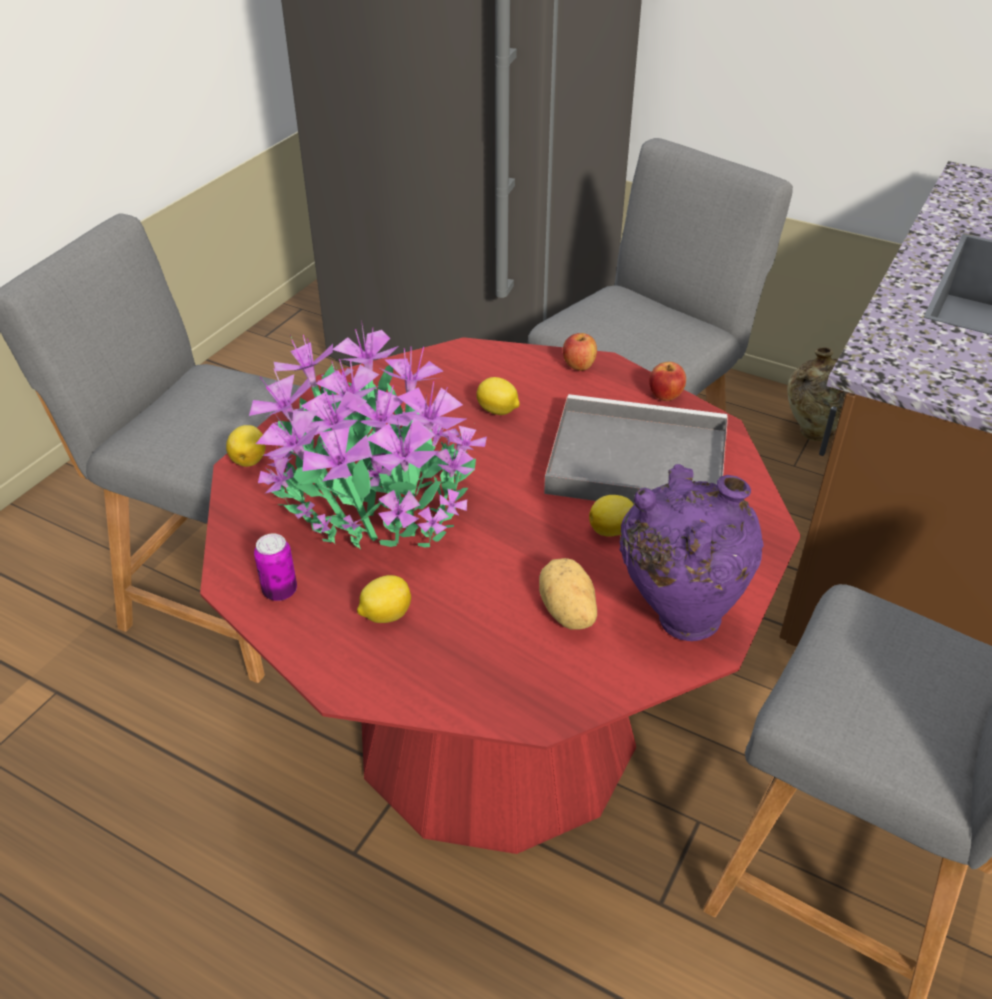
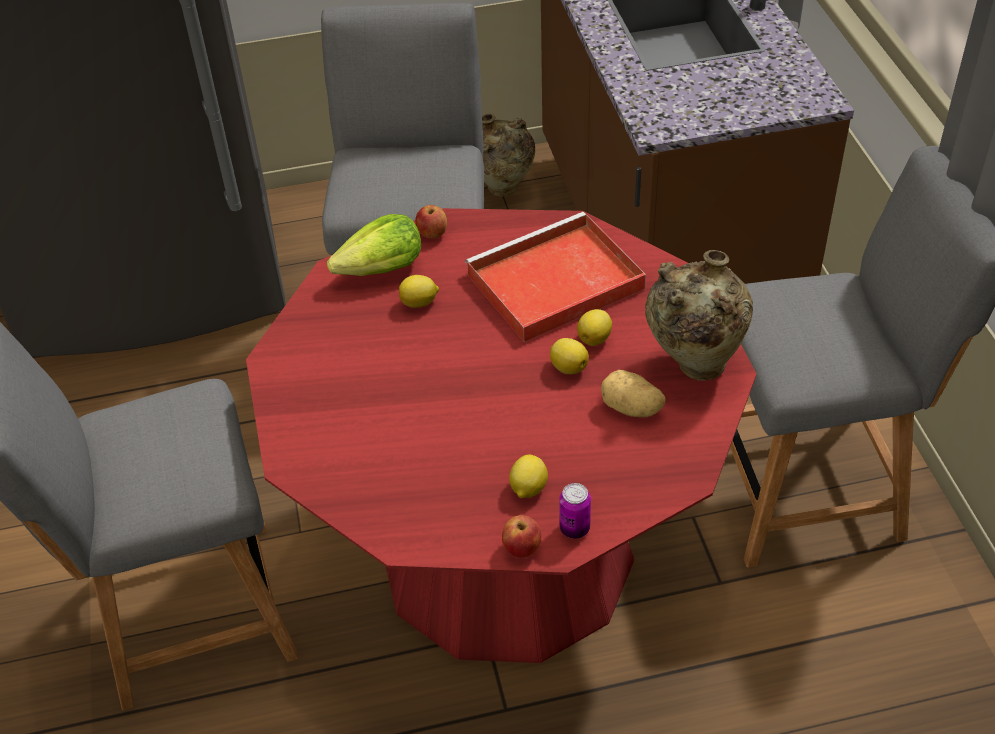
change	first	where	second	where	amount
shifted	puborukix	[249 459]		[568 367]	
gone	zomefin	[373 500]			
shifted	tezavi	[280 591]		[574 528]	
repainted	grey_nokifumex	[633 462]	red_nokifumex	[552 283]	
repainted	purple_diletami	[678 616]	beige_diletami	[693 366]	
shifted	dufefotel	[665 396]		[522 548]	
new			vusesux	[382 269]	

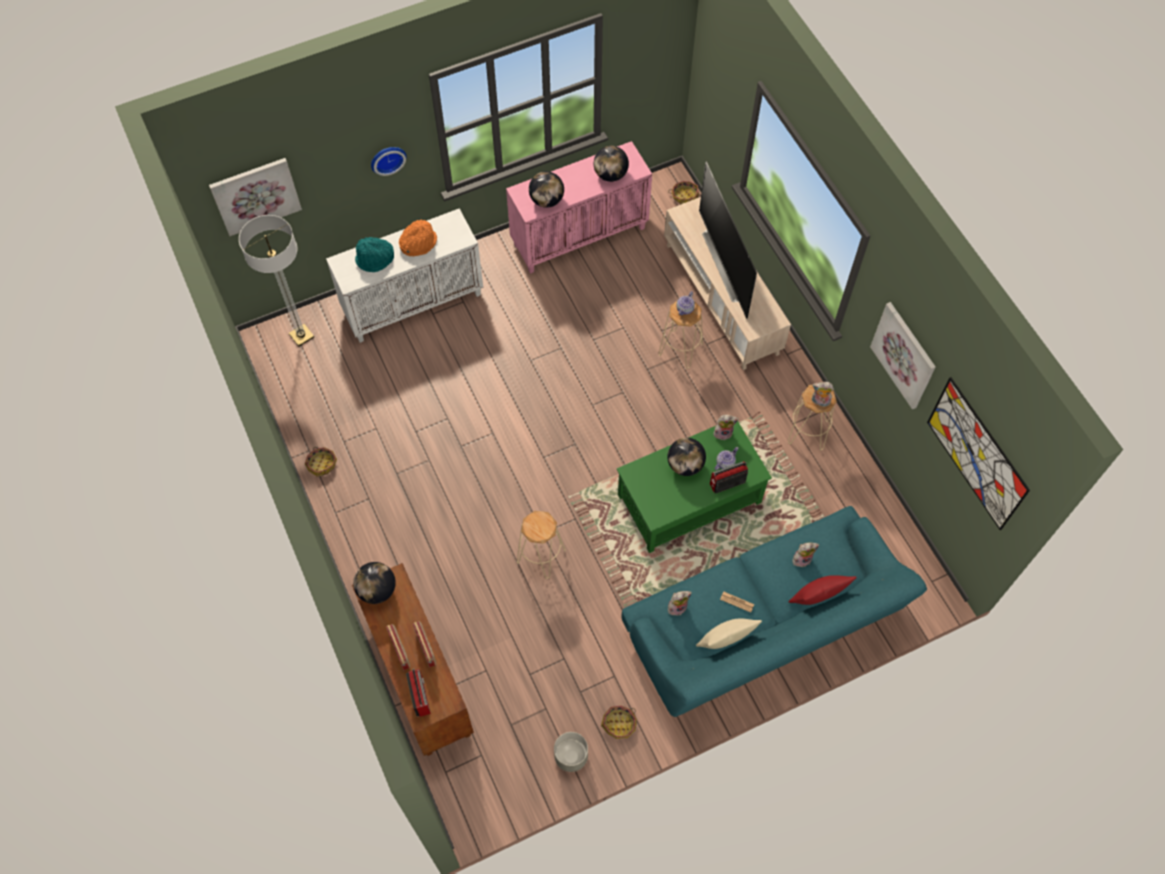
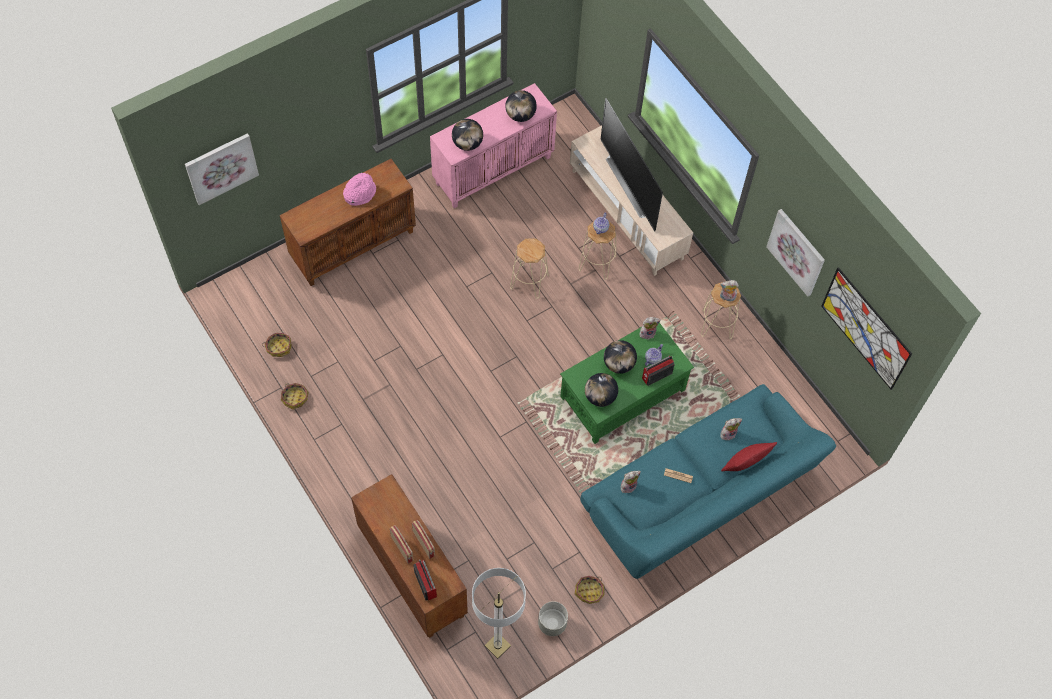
change	first	where	second	where	amount
shifted	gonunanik	[301 335]		[497 646]	
repainted	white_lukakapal	[413 302]	brown_lukakapal	[353 245]	
shifted	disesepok	[377 590]		[600 397]	
gone	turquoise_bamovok	[375 259]			
gone	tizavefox	[387 158]			
repainted	orange_bamovok	[418 243]	pink_bamovok	[359 193]	
shifted	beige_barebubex	[540 556]		[529 282]	
shifted	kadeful	[684 196]		[279 347]	
gone	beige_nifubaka	[725 641]			

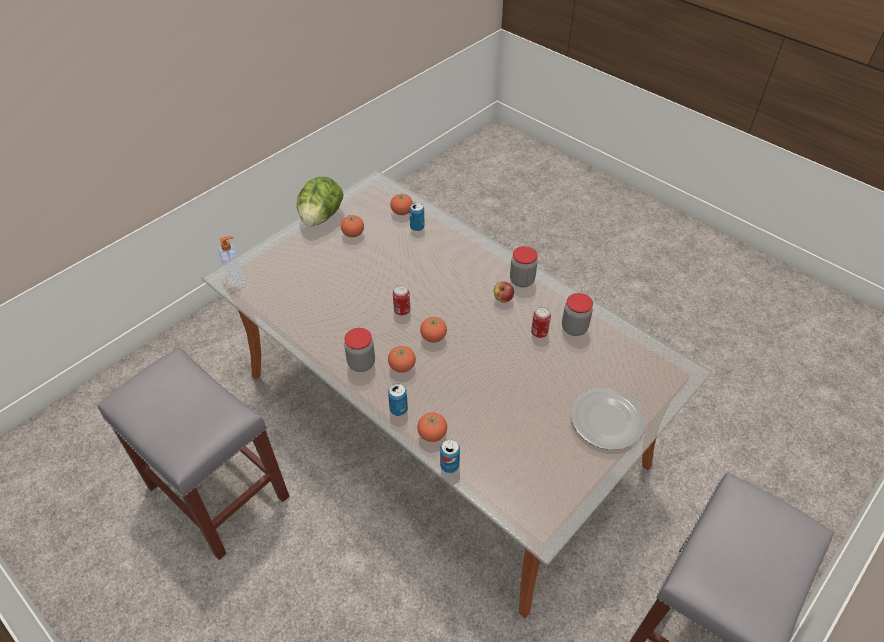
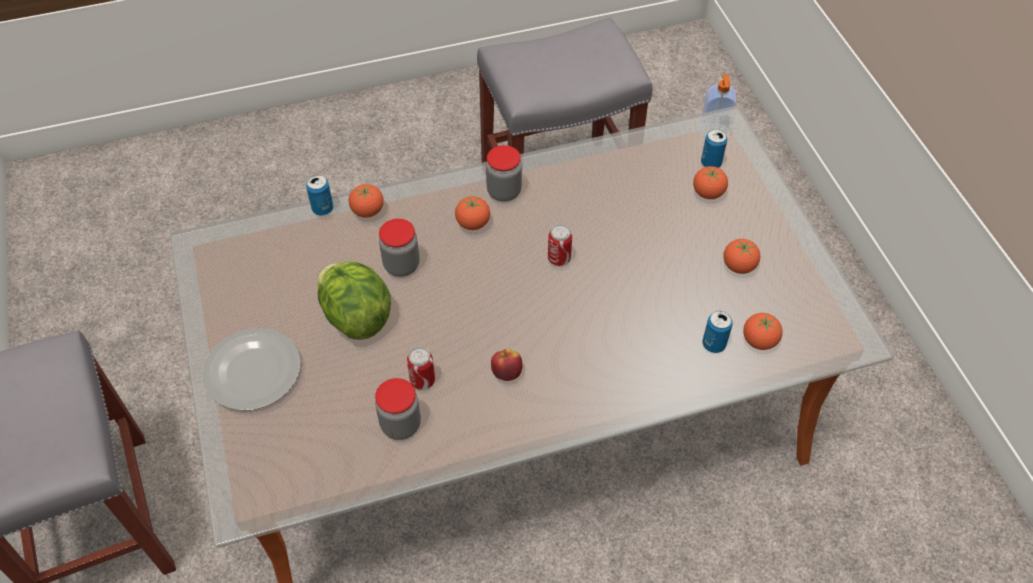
change	first	where	second	where	amount
shifted	vusesux	[321 217]		[355 316]	
shifted	tezavi	[398 409]		[711 163]	
shifted	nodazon	[433 337]		[708 193]	
shifted	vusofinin	[522 280]		[401 265]	

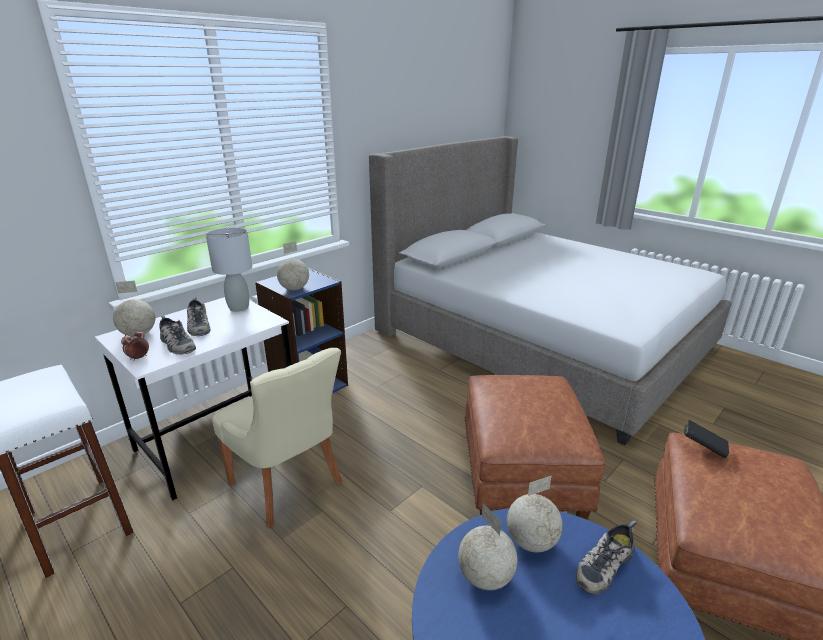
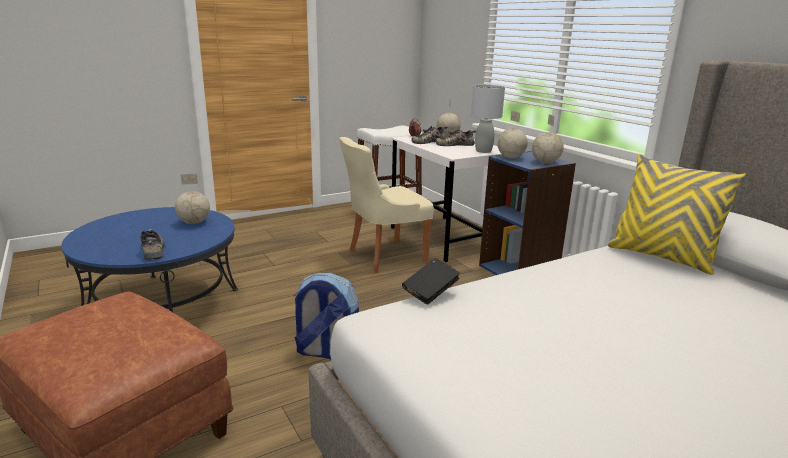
change	first	where	second	where	amount
swapped	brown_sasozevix	[522 476]	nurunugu	[326 352]	
shifted	disesepok	[530 541]		[545 162]	
shifted	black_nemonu	[703 447]		[430 292]	
new			yellow_nifubaka	[661 257]	

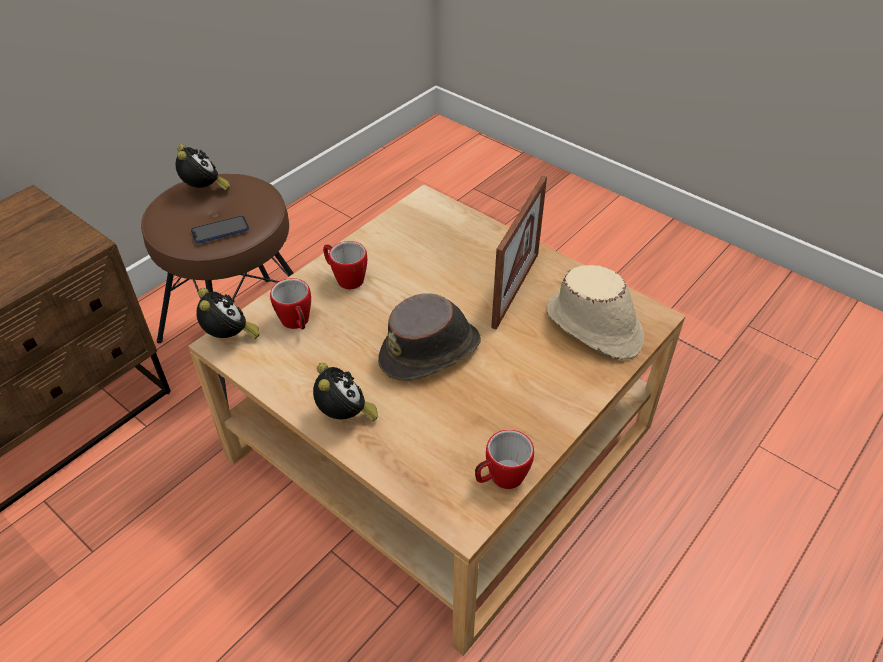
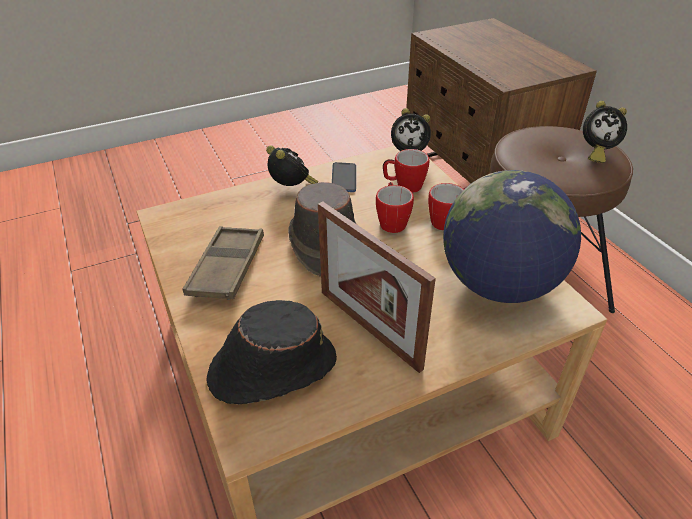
change	first	where	second	where	amount
shifted	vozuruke	[220 231]		[344 178]	
rotated	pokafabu	[345 416]		[292 189]	135 degrees counterclockwise
shifted	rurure	[500 478]		[392 221]	
repainted	beige_bamovok	[594 328]	black_bamovok	[271 369]	
new			brown_nokifumex	[227 268]	
new			disesepok	[499 285]	

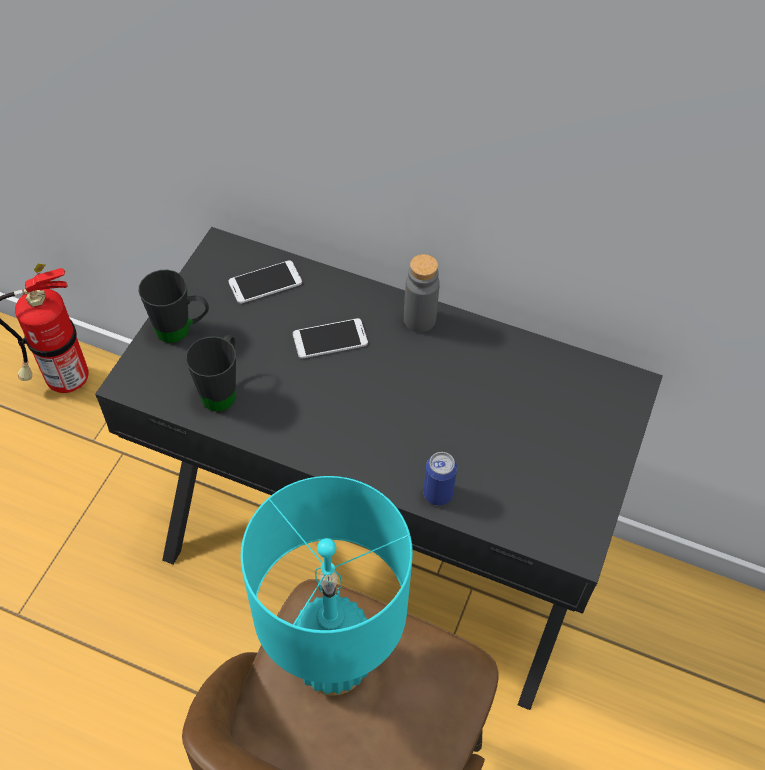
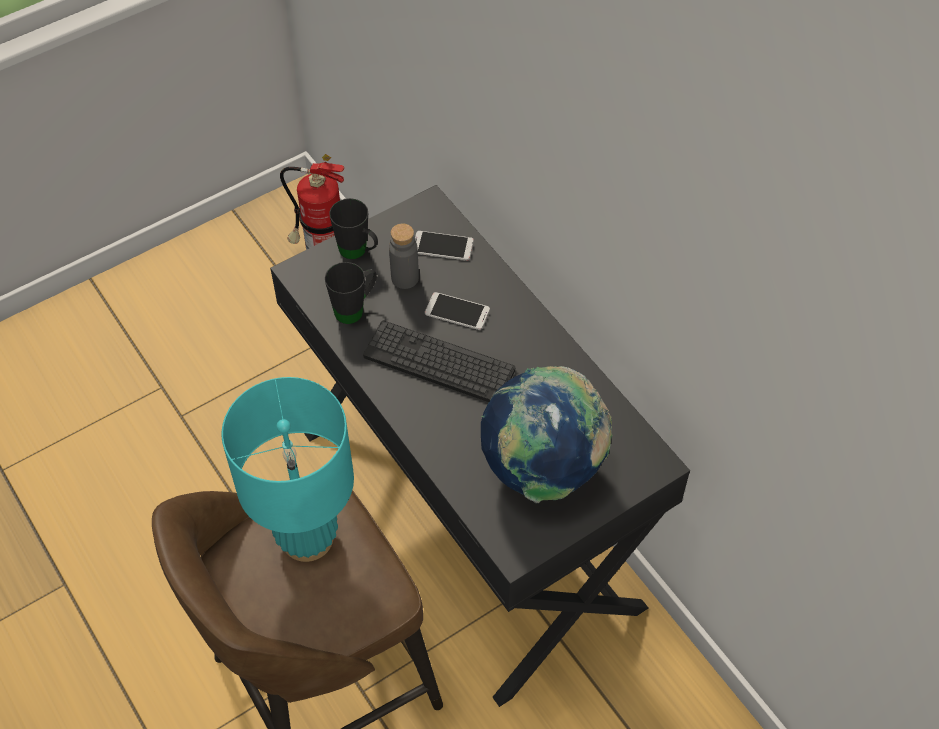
change	first	where	second	where	amount
shifted	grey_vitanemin	[419 319]		[405 278]	
gone	tezavi	[438 494]			
new			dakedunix	[439 363]	
new			disesepok	[543 468]	

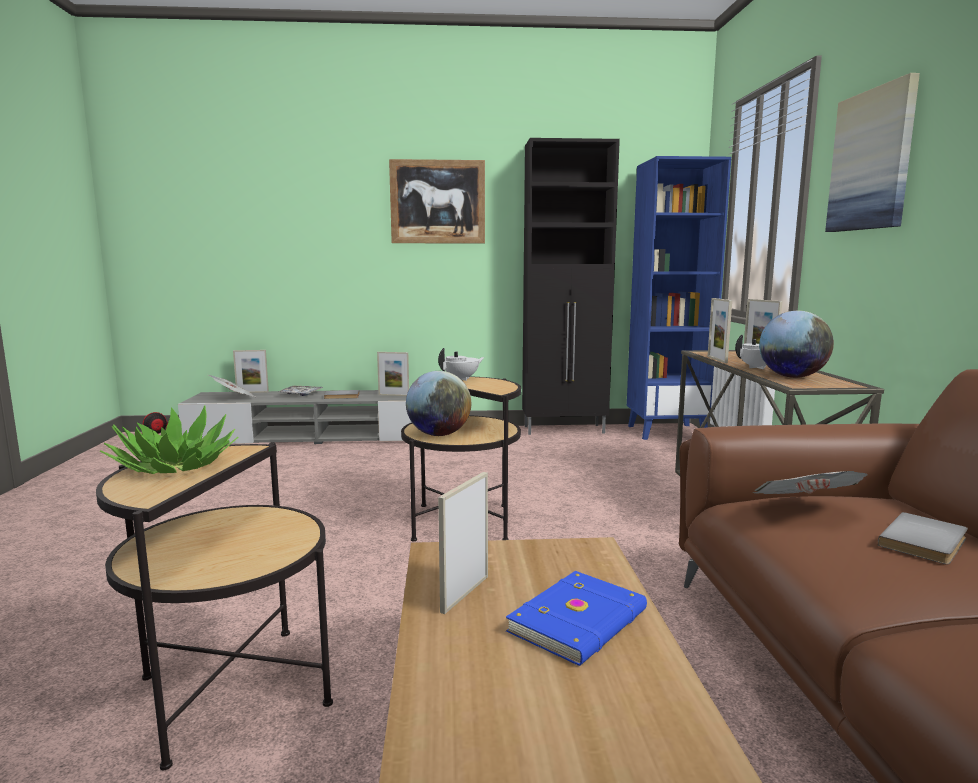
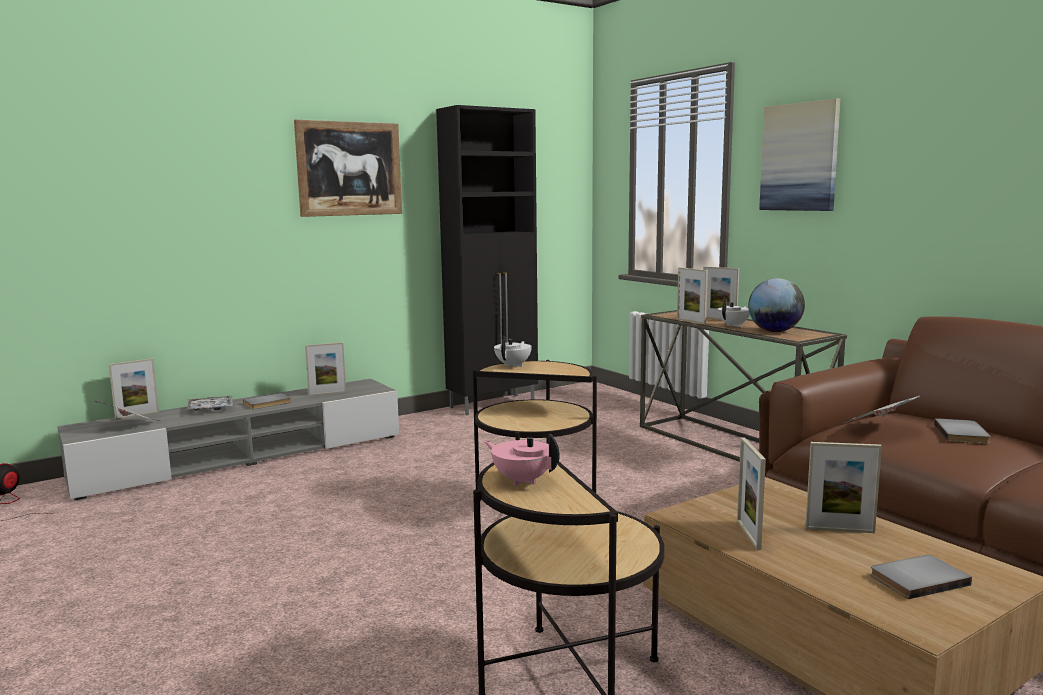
change	first	where	second	where	amount
swapped	zomefin	[175 465]	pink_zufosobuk	[522 480]	
gone	disesepok	[439 434]			
swapped	blue_nemonu	[580 621]	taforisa	[839 530]	
gone	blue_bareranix	[667 432]			
new			grey_nemonu	[916 579]	

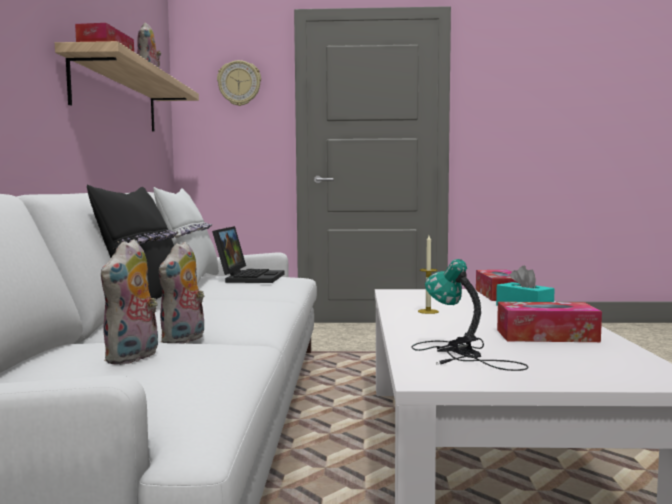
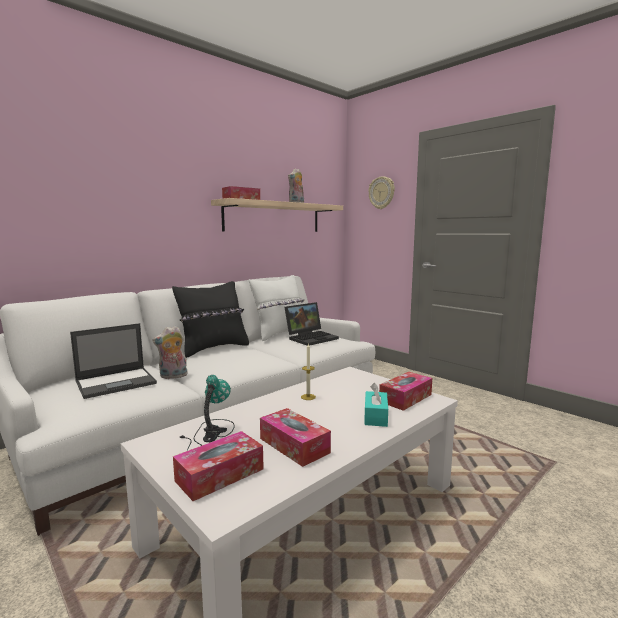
change	first	where	second	where	amount
swapped	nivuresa	[133 357]	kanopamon	[117 382]	
new			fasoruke	[220 475]	

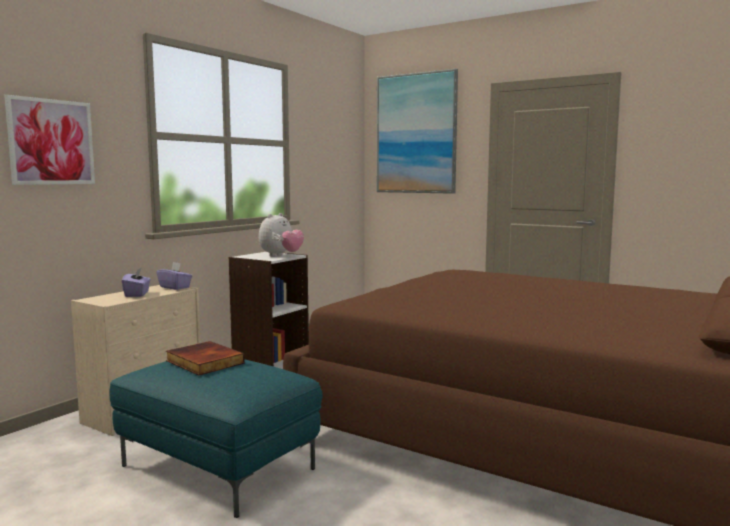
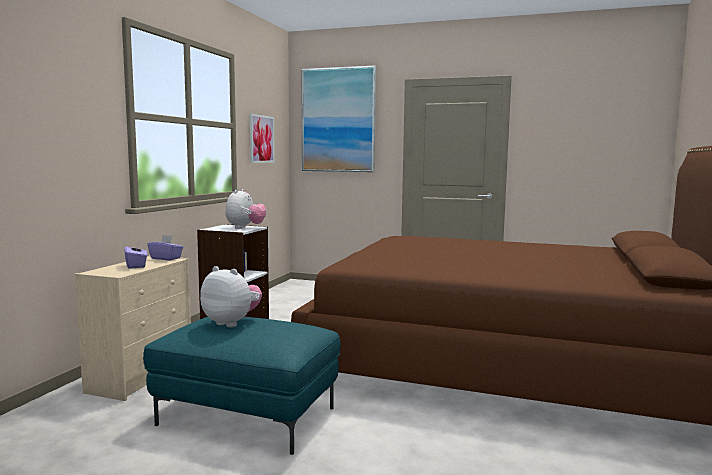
change	first	where	second	where	amount
shifted	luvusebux	[51 142]		[261 139]	
swapped	nemonu	[203 362]	nivuresa	[232 323]	

